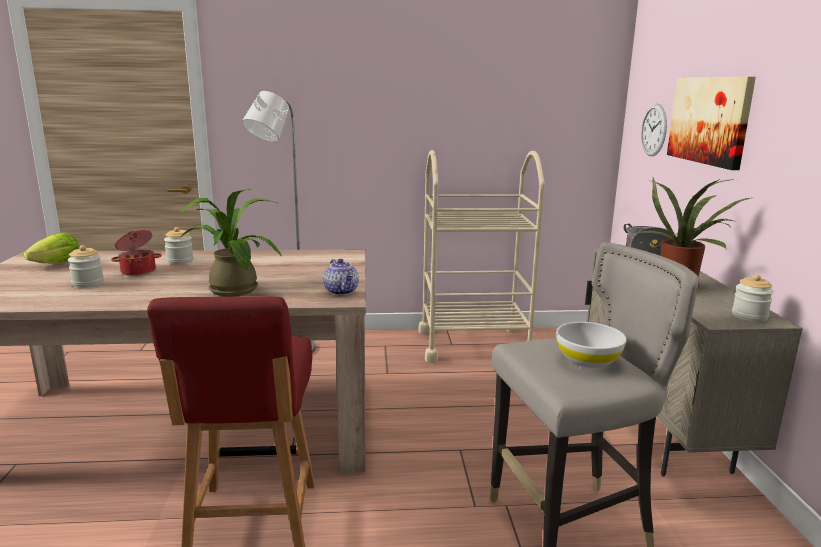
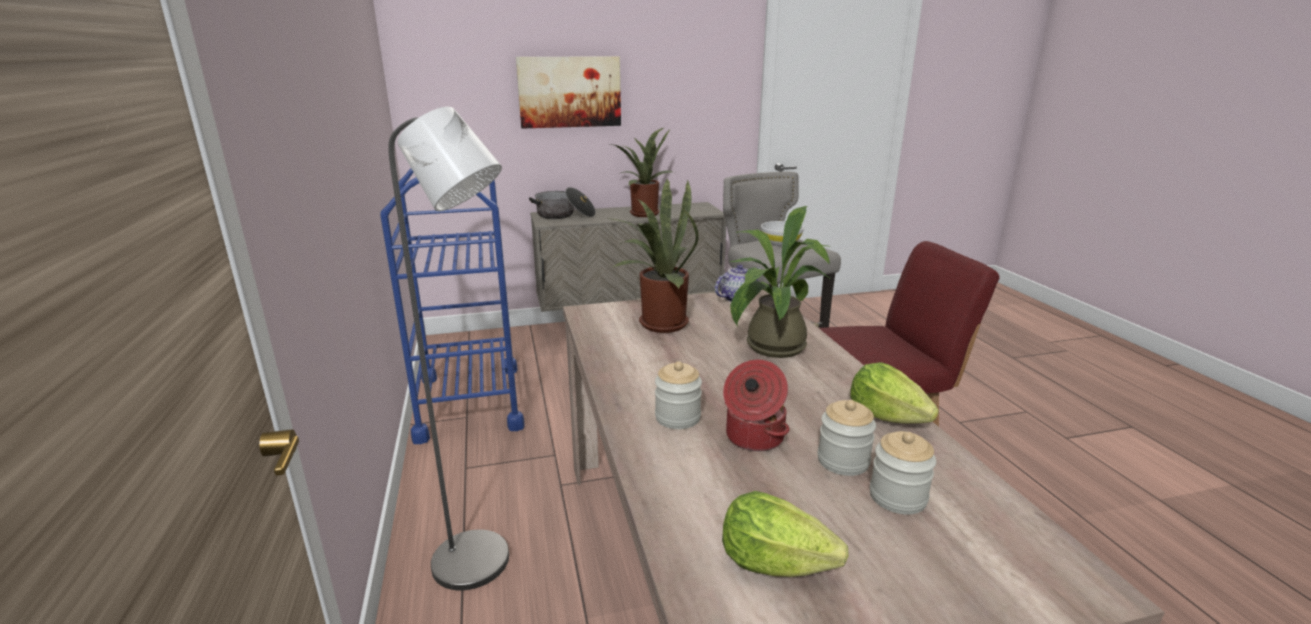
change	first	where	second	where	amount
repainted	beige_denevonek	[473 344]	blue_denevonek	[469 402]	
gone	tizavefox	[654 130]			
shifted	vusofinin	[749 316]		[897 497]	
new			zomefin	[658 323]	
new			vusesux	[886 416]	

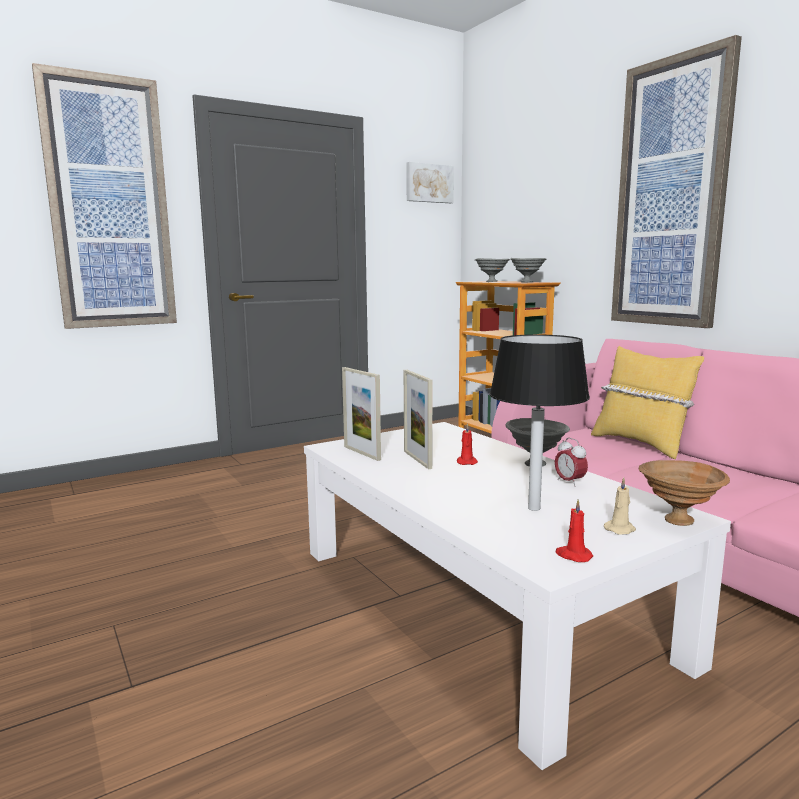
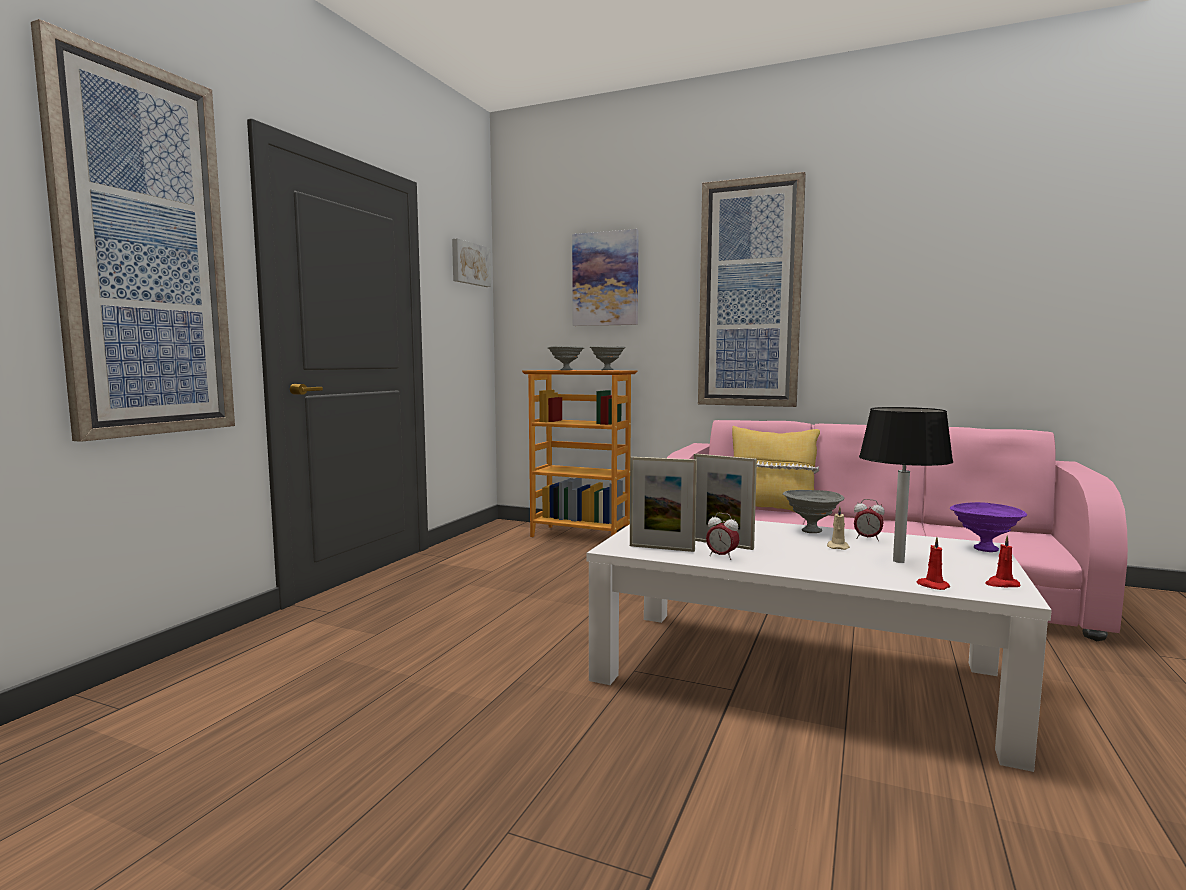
change	first	where	second	where	amount
shifted	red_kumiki	[466 462]		[932 586]	
shifted	beige_kumiki	[620 529]		[837 547]	
repainted	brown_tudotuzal	[676 519]	purple_tudotuzal	[983 549]	
new			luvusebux	[605 279]	
new			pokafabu	[722 556]	

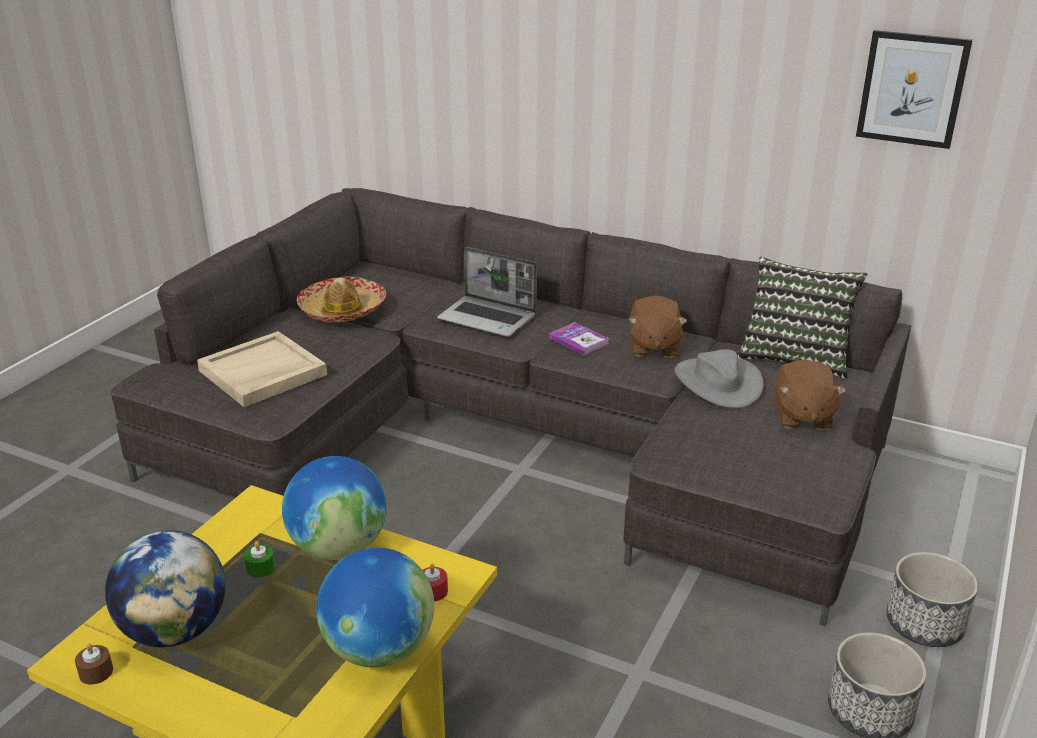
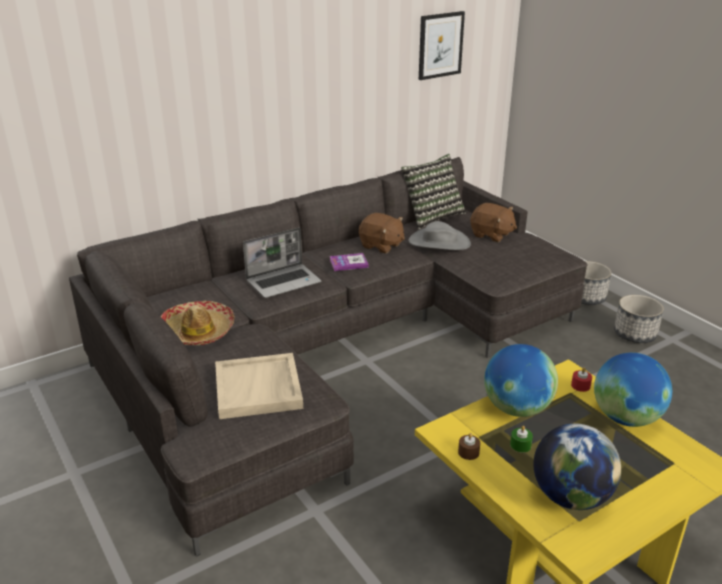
change	first	where	second	where	amount
shifted	brown_kumiki	[96 672]		[468 452]	

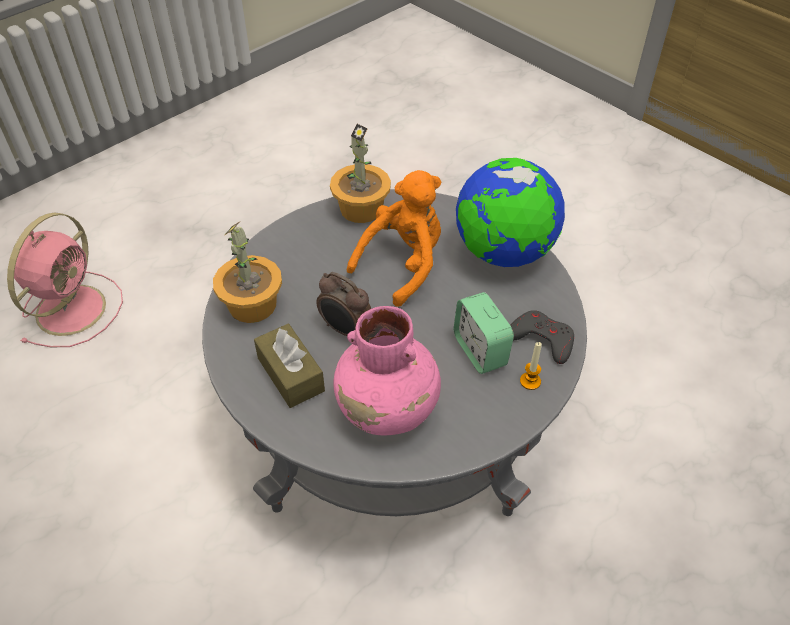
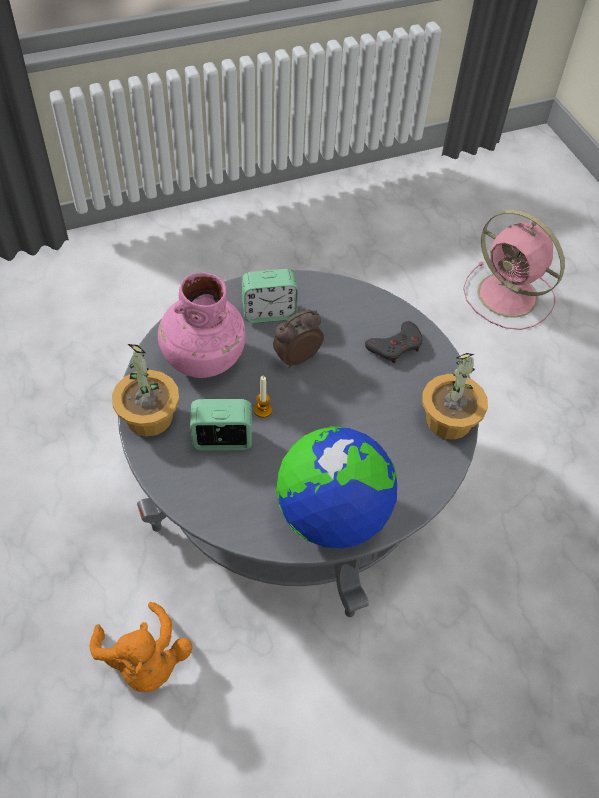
change	first	where	second	where	amount
shifted	zomefin	[253 305]		[148 417]	
swapped	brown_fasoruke	[290 374]	pokafabu	[269 312]	
shifted	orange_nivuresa	[403 264]		[145 661]	
shifted	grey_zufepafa	[542 339]		[396 346]	
shifted	kumiki	[530 381]		[263 410]	

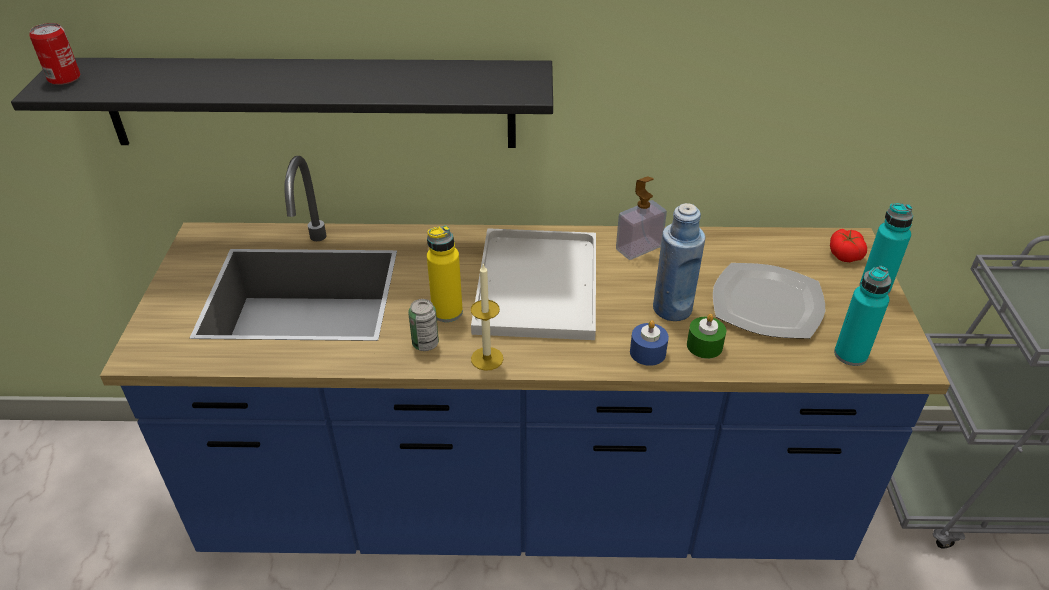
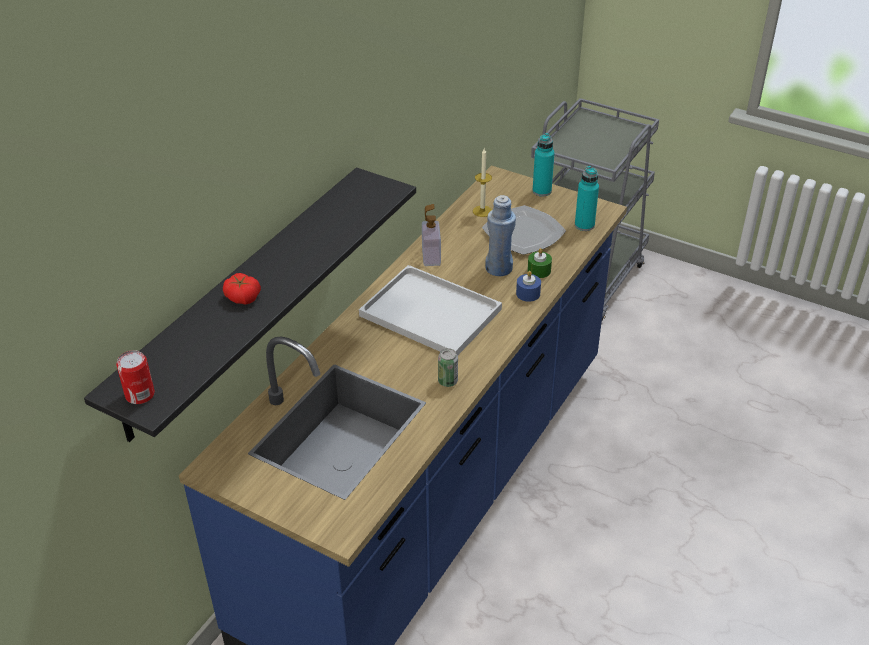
change	first	where	second	where	amount
gone	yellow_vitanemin	[447 312]			
shifted	kumiki	[487 358]		[482 211]	
shifted	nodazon	[845 254]		[242 297]	

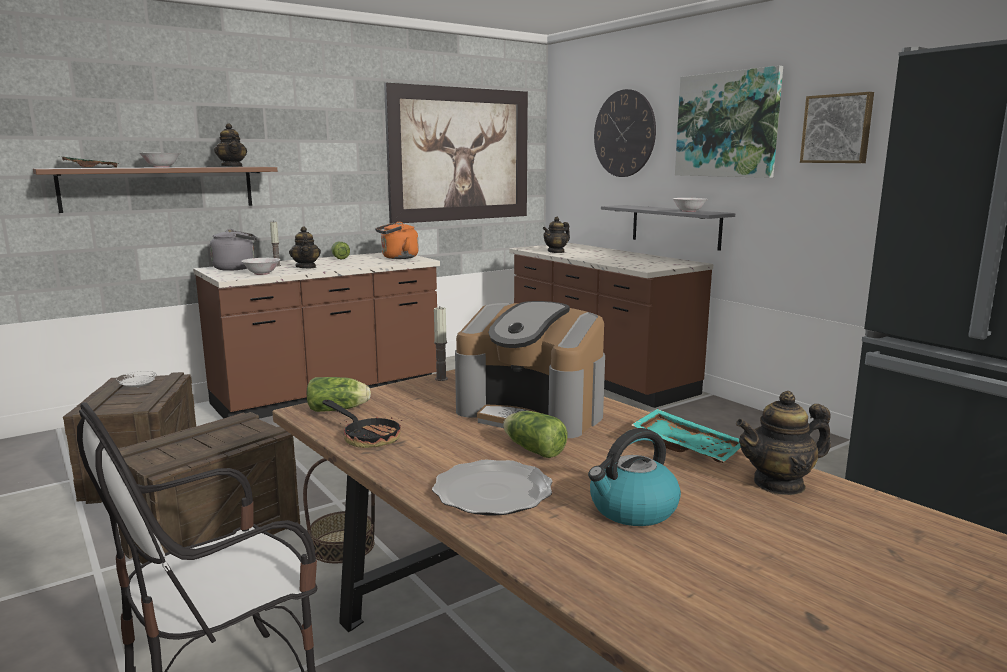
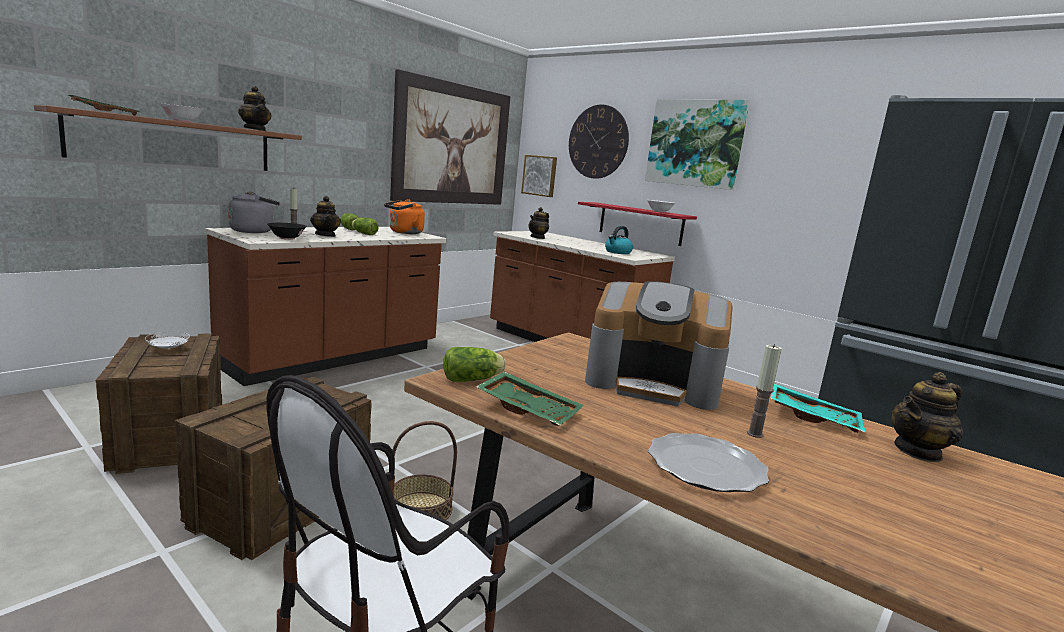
change	first	where	second	where	amount
repainted	white_tudotuzal	[261 273]	black_tudotuzal	[287 238]	
swapped	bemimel	[366 437]	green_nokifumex	[529 409]	
shifted	kumiki	[441 379]		[755 434]	
shifted	vusesux	[532 449]		[363 233]	
shifted	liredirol	[632 510]		[617 252]	
repainted	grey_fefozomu	[675 226]	red_fefozomu	[640 223]	
shifted	luvusebux	[837 129]		[540 175]	

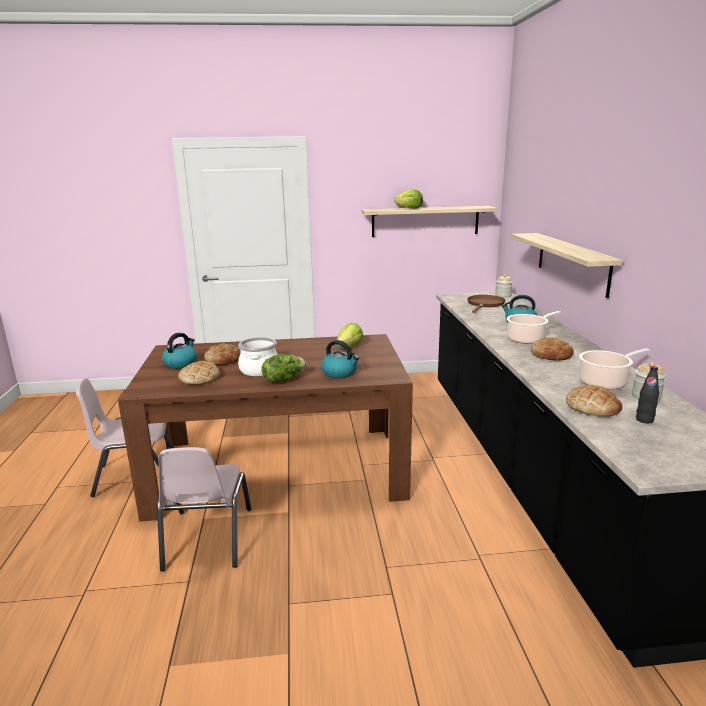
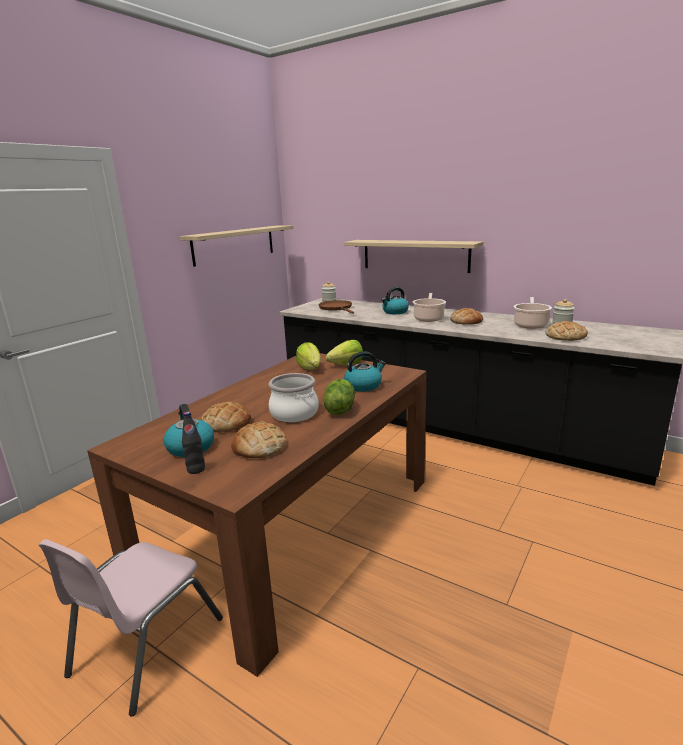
change	first	where	second	where	amount
gone	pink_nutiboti	[207 538]			
shifted	vusesux	[409 208]		[347 365]	
shifted	black_vitanemin	[644 420]		[196 469]	

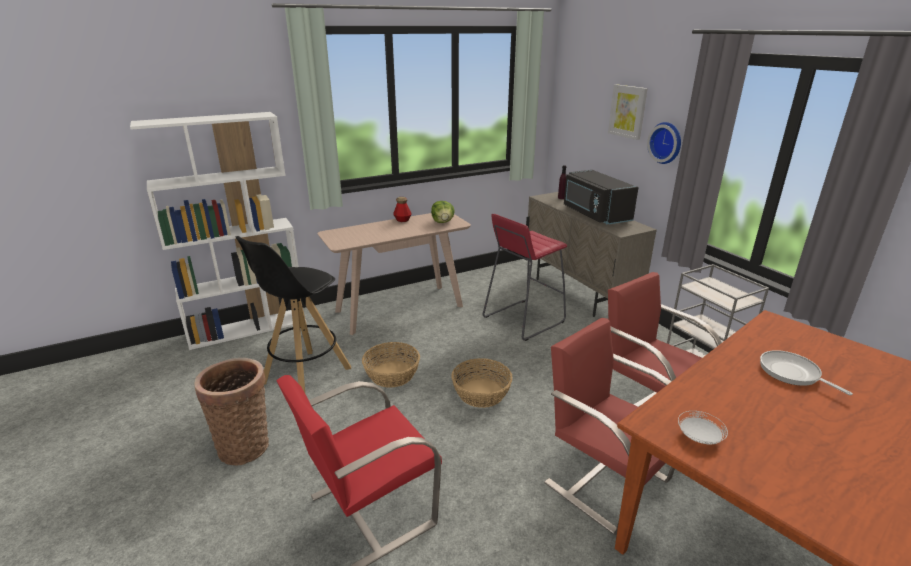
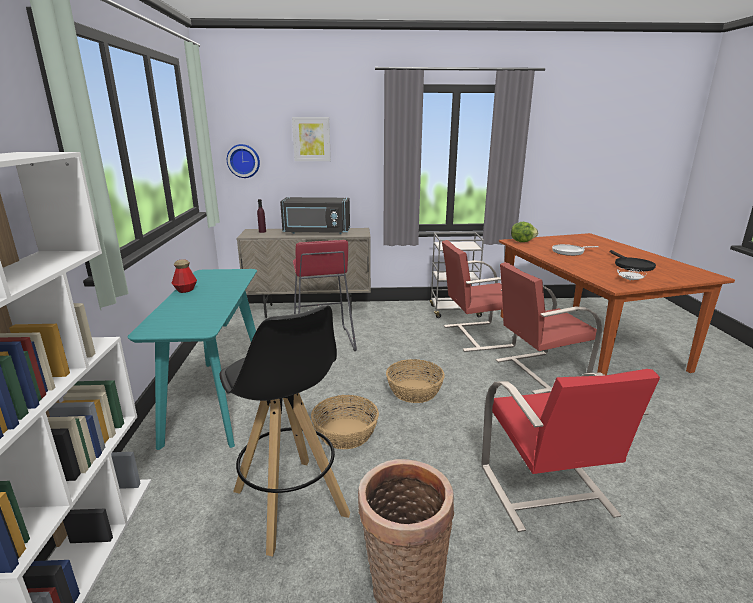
change	first	where	second	where	amount
repainted	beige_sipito	[399 308]	turquoise_sipito	[217 399]	
shifted	vusesux	[443 222]		[522 241]	
shifted	tizavefox	[666 142]		[243 161]	
new			black_bemimel	[630 265]	

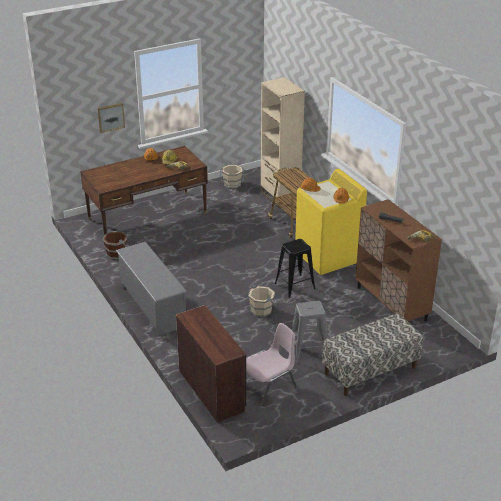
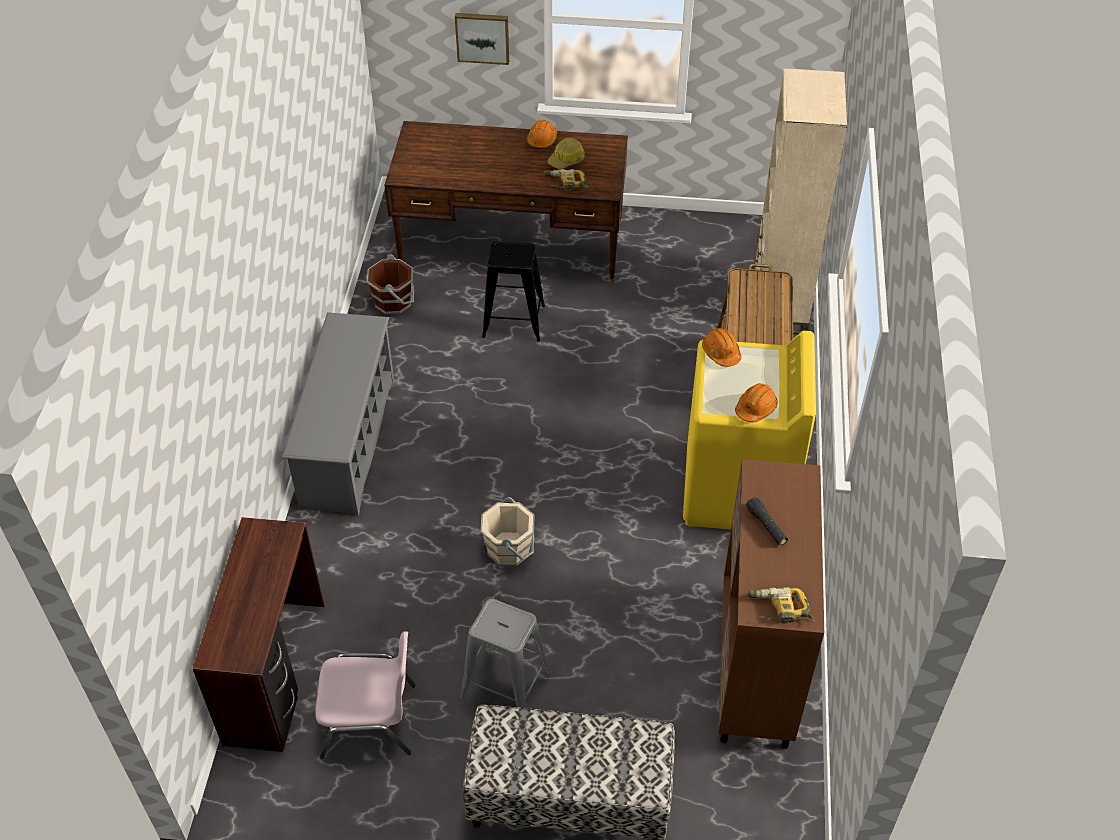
change	first	where	second	where	amount
gone	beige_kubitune	[232 184]			
shifted	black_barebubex	[295 286]		[513 321]	

